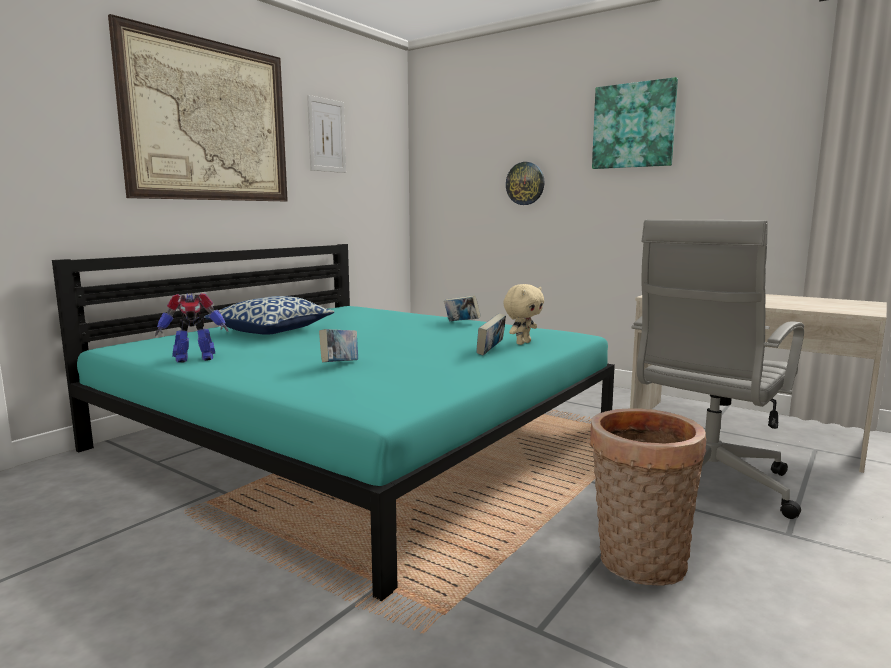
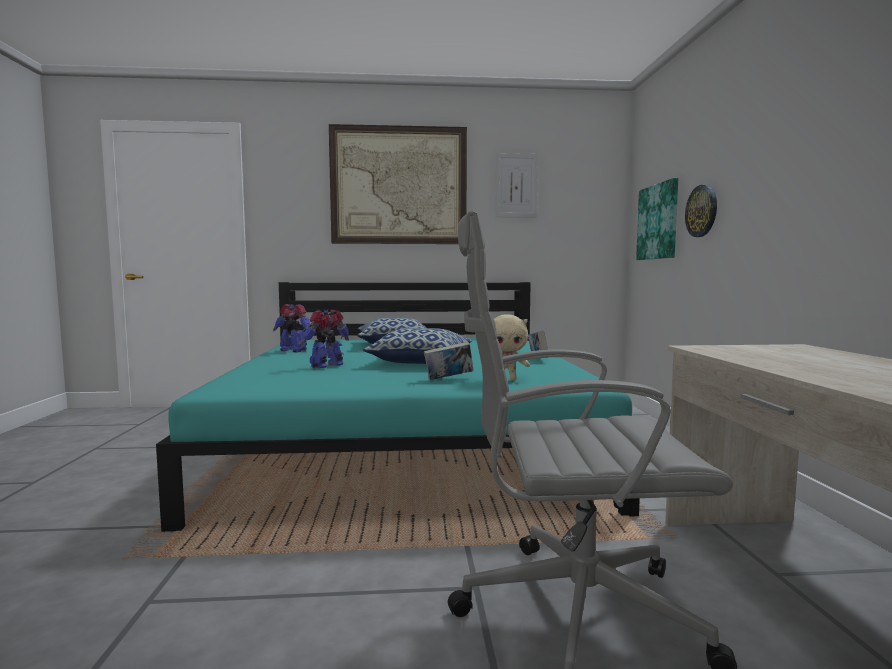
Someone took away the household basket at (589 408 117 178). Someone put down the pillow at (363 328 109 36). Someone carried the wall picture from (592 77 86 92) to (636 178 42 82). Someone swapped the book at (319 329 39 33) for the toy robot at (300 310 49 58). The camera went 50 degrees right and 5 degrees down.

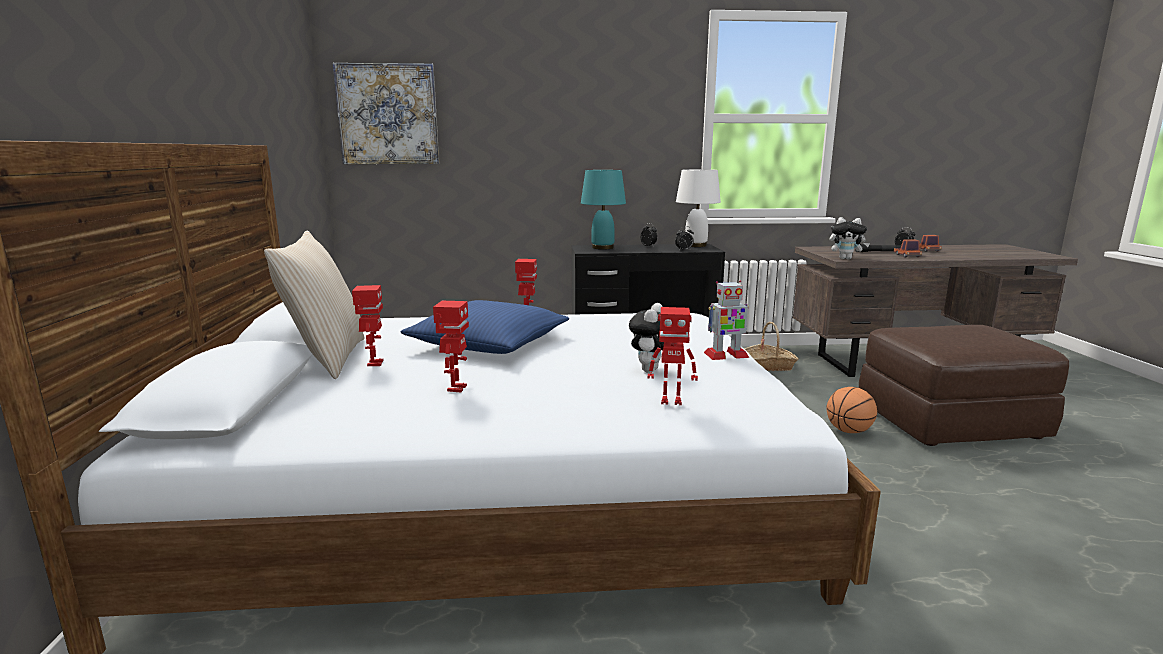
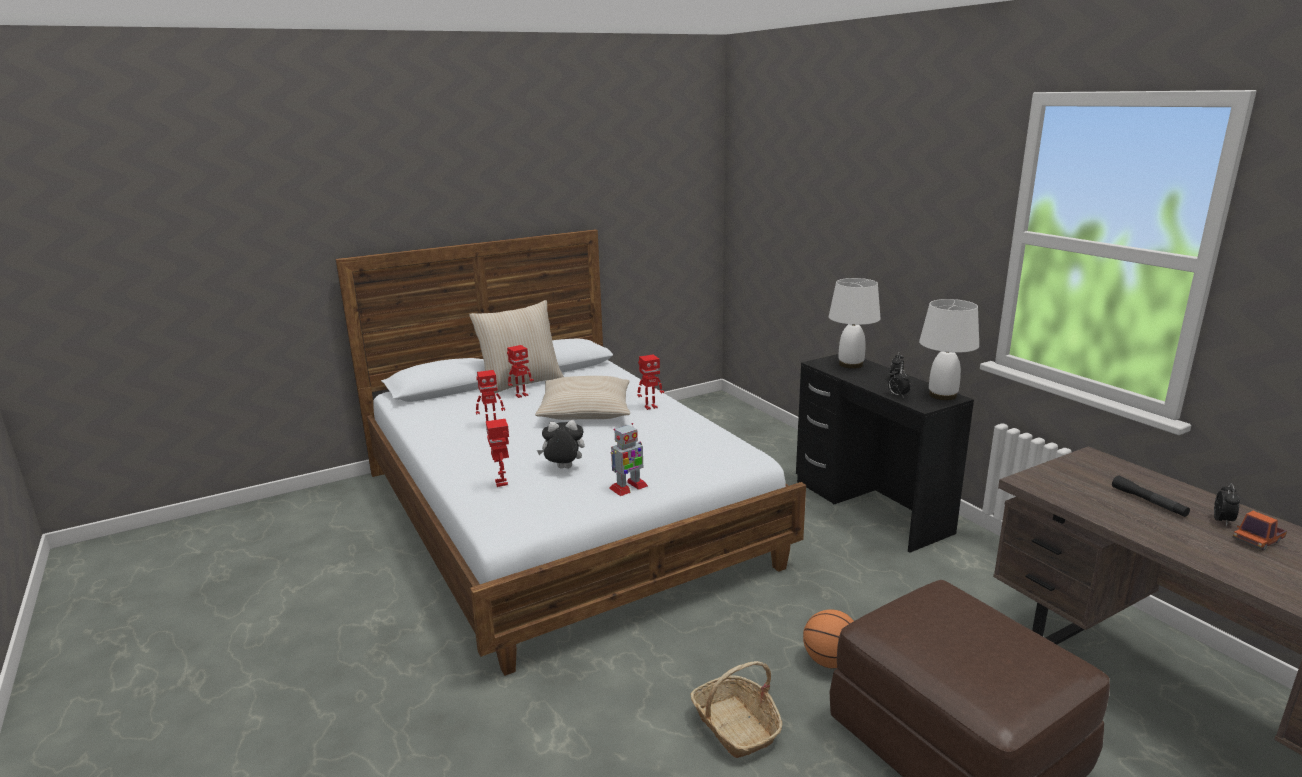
Someone took away the wall picture at (333 63 106 101). Someone took away the plush toy at (829 217 41 43). Someone took away the toy truck at (894 239 28 18). Someone carried the household basket from (744 322 55 49) to (690 661 93 97). Someone repainted the pillow/blue at (401 300 168 54), which became the pillow/beige at (535 376 95 44). Someone repainted the tabletop lamp/blue-green at (581 170 45 80), which became the tabletop lamp/whitish at (829 278 51 91). Someone rotated the toy robot at (704 280 45 80) by 90 degrees counterclockwise. The camera went 65 degrees right and 5 degrees up.

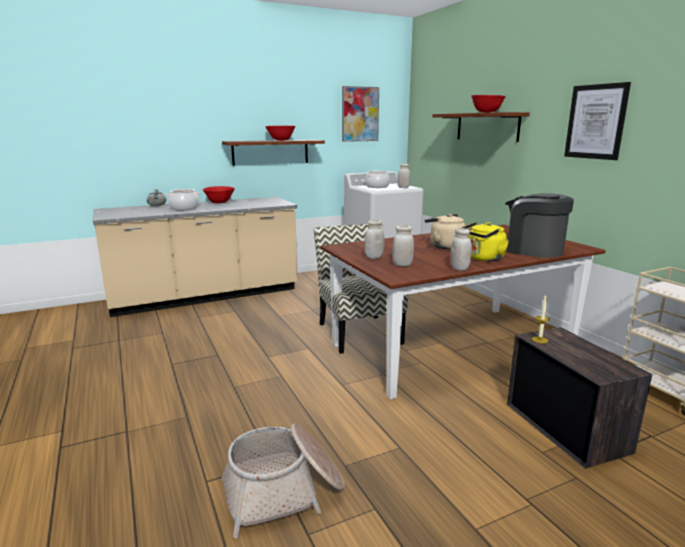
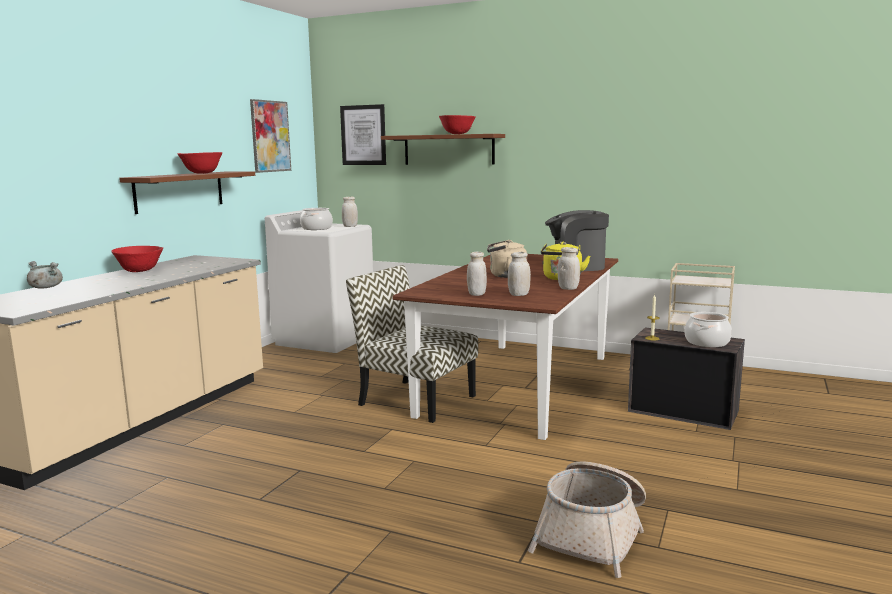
Someone carried the cooking pot from (166 189 34 21) to (684 312 48 35). Someone carried the wall picture from (564 82 67 78) to (340 104 46 61). The camera went 40 degrees left and 5 degrees down.

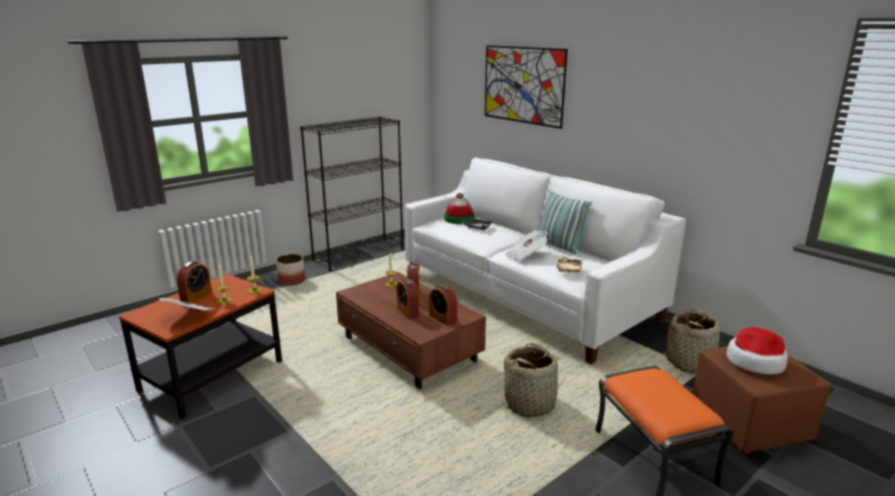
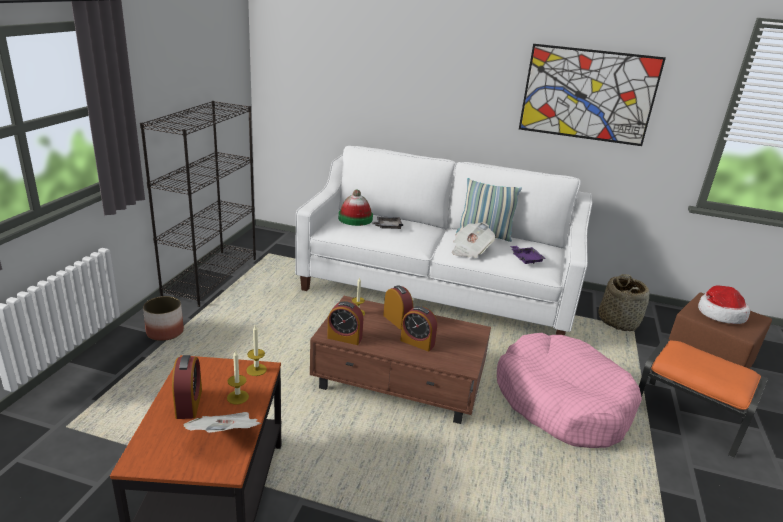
Someone carried the table clock from (429 284 28 42) to (327 301 36 44). Someone carried the wall picture from (485 45 83 84) to (519 44 147 102). Someone swapped the household basket at (501 343 65 74) for the dog cushion/pink at (497 333 145 115). Someone repainted the tray/beige at (557 256 26 17), which became the tray/purple-coloured at (510 246 36 18). The camera went 35 degrees left and 5 degrees up.

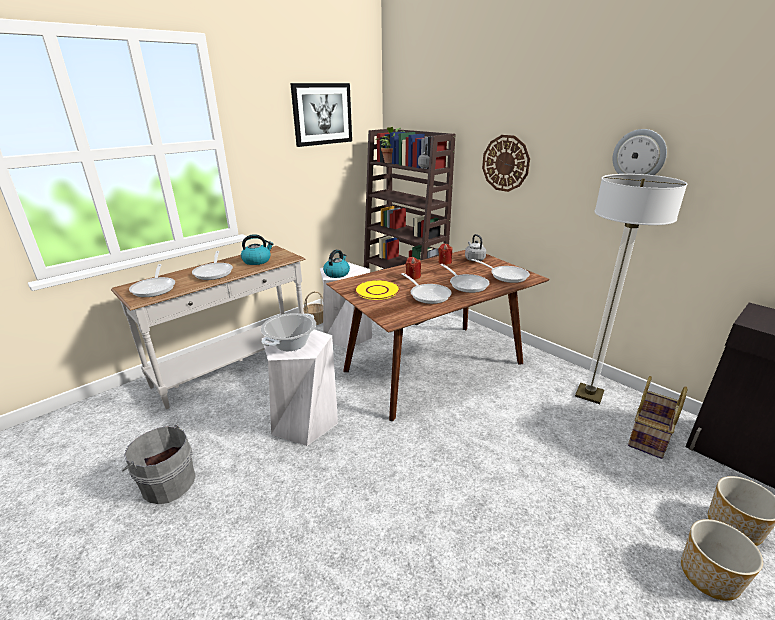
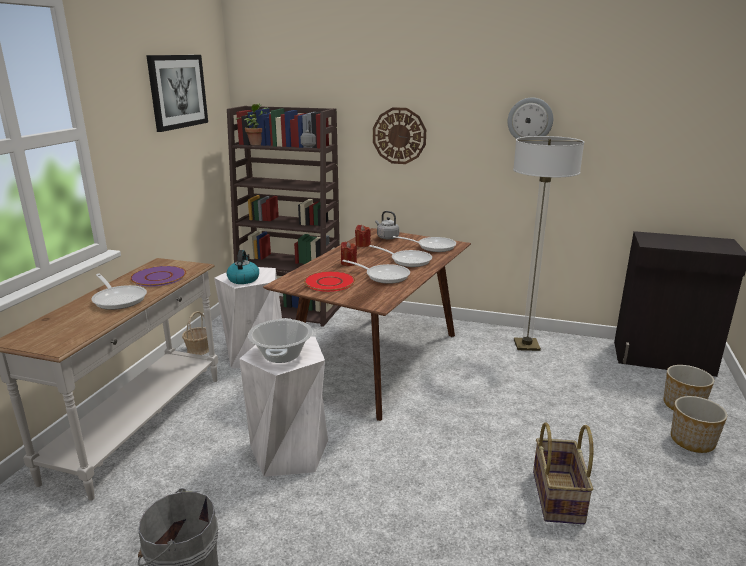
Someone took away the pan at (129 264 46 33). Someone carried the household basket from (628 376 60 83) to (533 423 60 101). Someone swapped the tea kettle at (241 234 33 31) for the flat dish/purple-coloured at (130 266 56 21). Someone repainted the flat dish/yellow-coloured at (355 280 45 20), which became the flat dish/red-coloured at (304 271 51 21). The camera went 30 degrees left and 5 degrees down.

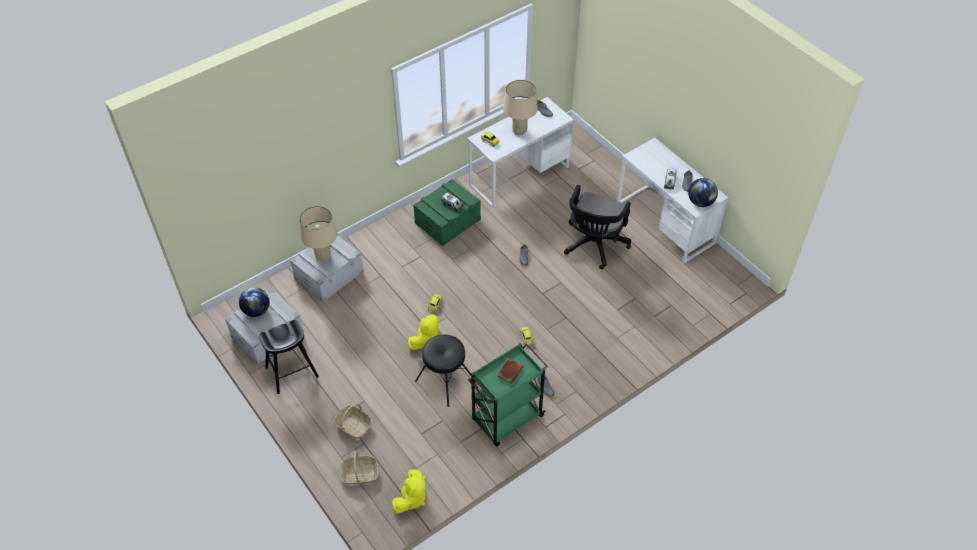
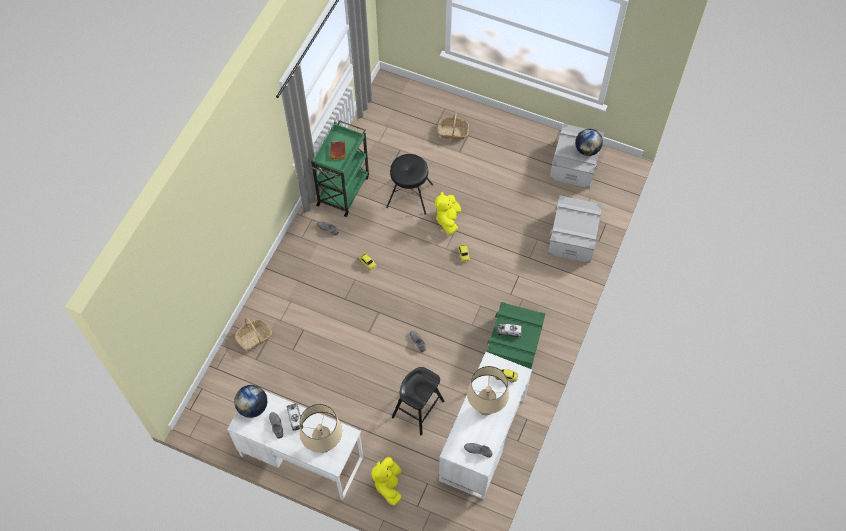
Someone took away the office chair/black at (564 185 67 84). Someone carried the stool/black from (259 319 60 75) to (392 367 52 69). Someone carried the tabletop lamp/beige from (300 206 37 55) to (300 404 42 49). Someone carried the household basket from (340 451 39 33) to (235 318 37 33). Someone carried the plush toy/yellow-coloured from (392 469 33 45) to (372 457 30 48). The camera went 150 degrees right and 10 degrees up.

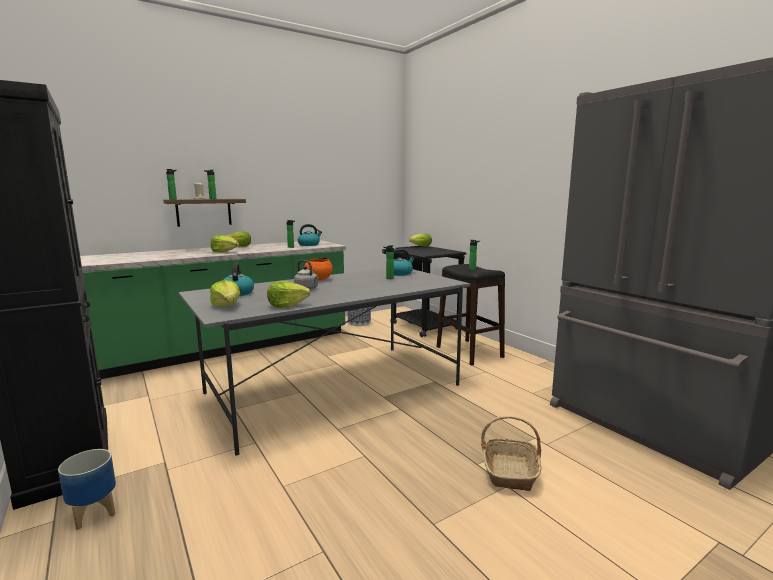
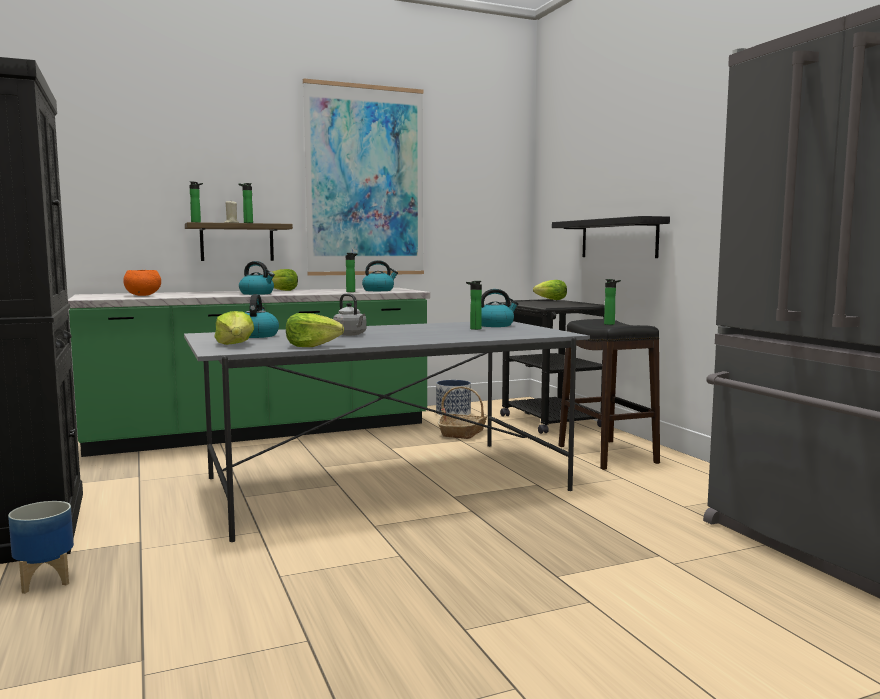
Someone put up the wall picture at (303 79 121 197). Someone put up the shelf/black at (552 216 118 42). Someone carried the bowl/orange-coloured from (304 259 29 22) to (123 270 38 26). Someone carried the household basket from (481 416 61 75) to (438 387 49 52). Someone swapped the lettuce head at (211 235 28 17) for the tea kettle at (239 261 36 34). The camera went 10 degrees right and 5 degrees down.

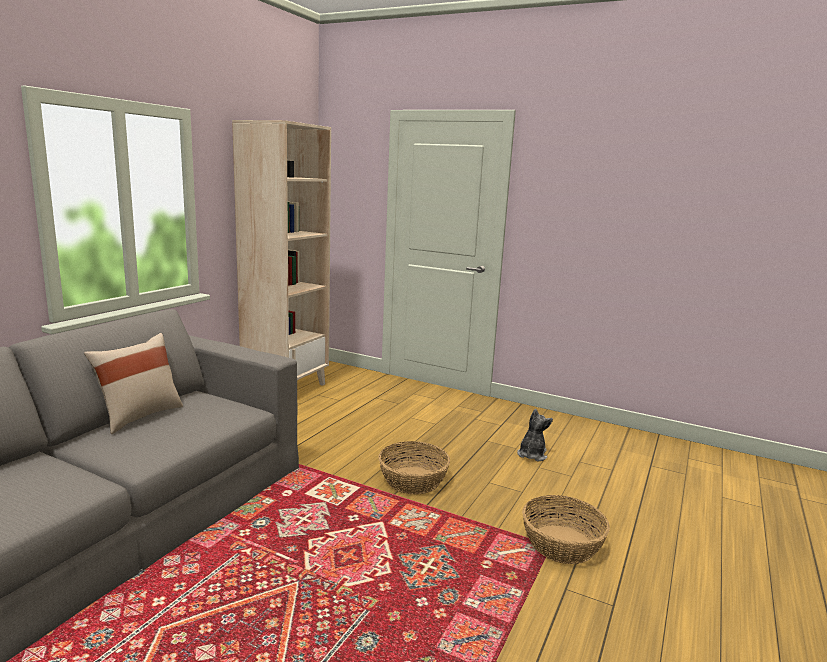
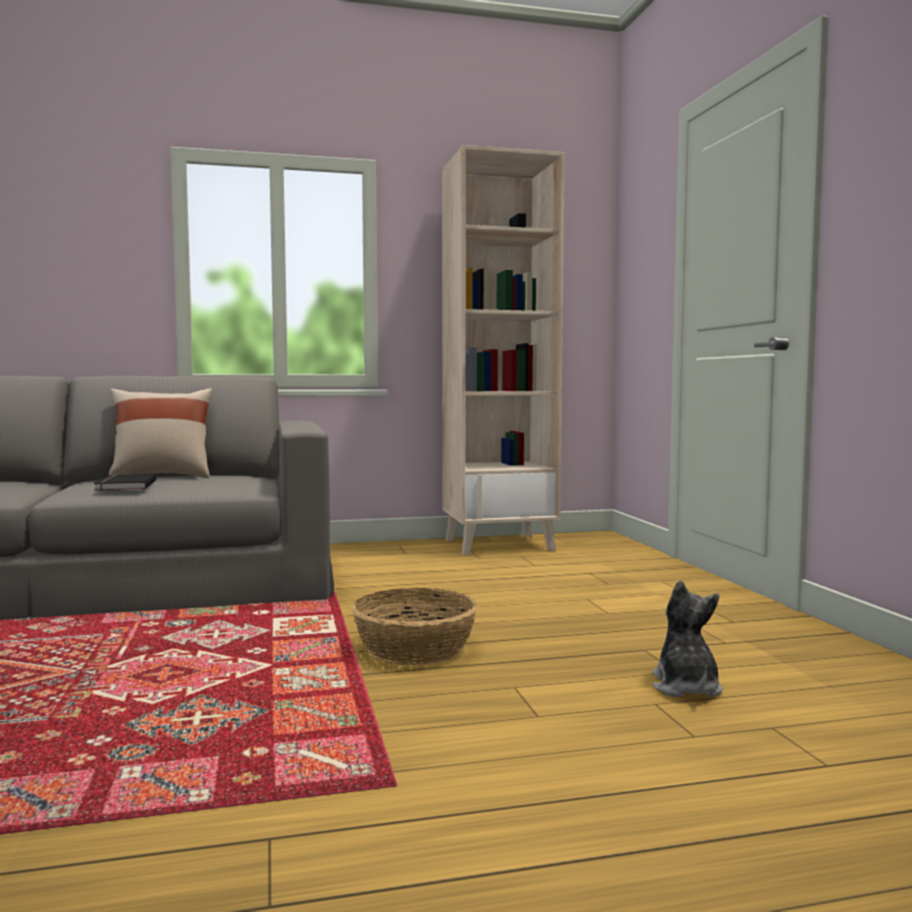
Someone took away the household basket at (522 495 88 69). Someone put down the book/black at (94 474 62 17). Someone rotated the plush toy at (517 409 36 52) by 75 degrees counterclockwise. The camera went 50 degrees right and 10 degrees down.

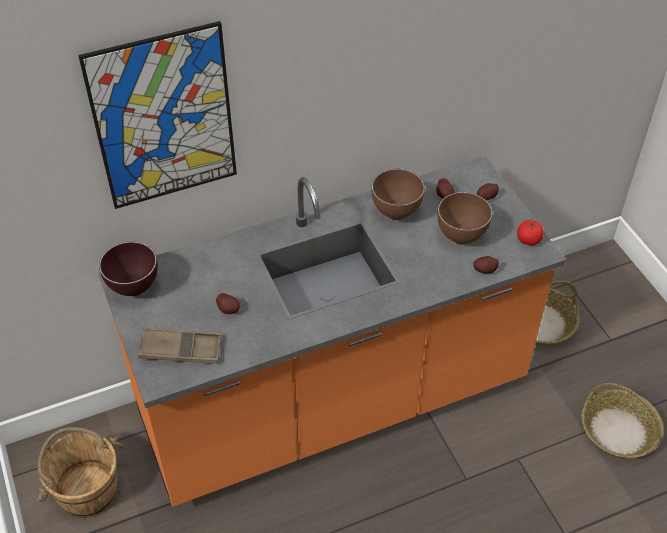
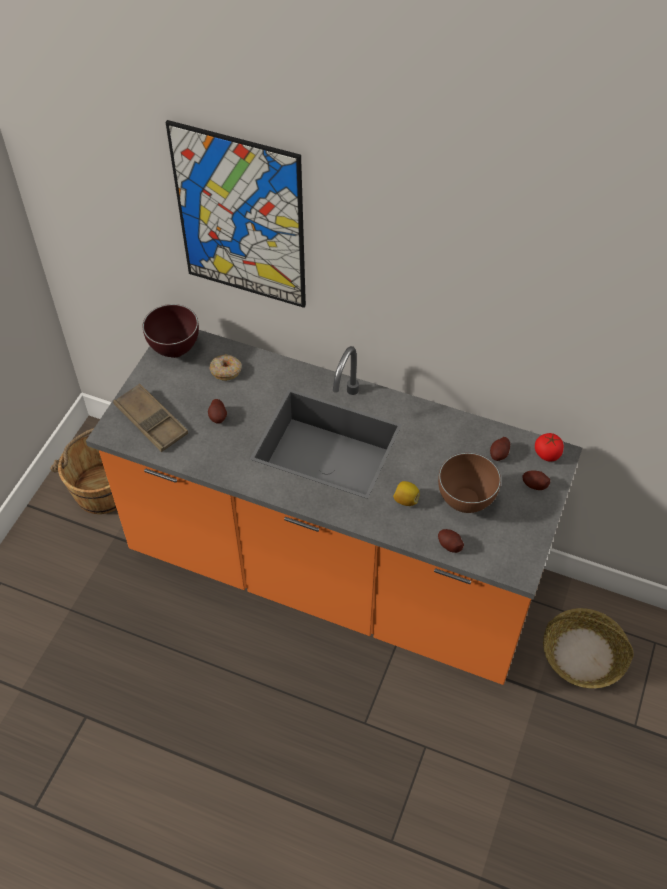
Someone took away the bowl/brown at (371 169 54 51). Someone took away the household basket at (581 383 82 75). Someone put down the donut at (209 354 33 27). Someone put down the lemon at (393 481 27 25). Someone carried the tomato from (517 220 27 25) to (535 433 29 29). The camera went 45 degrees right and 5 degrees up.

